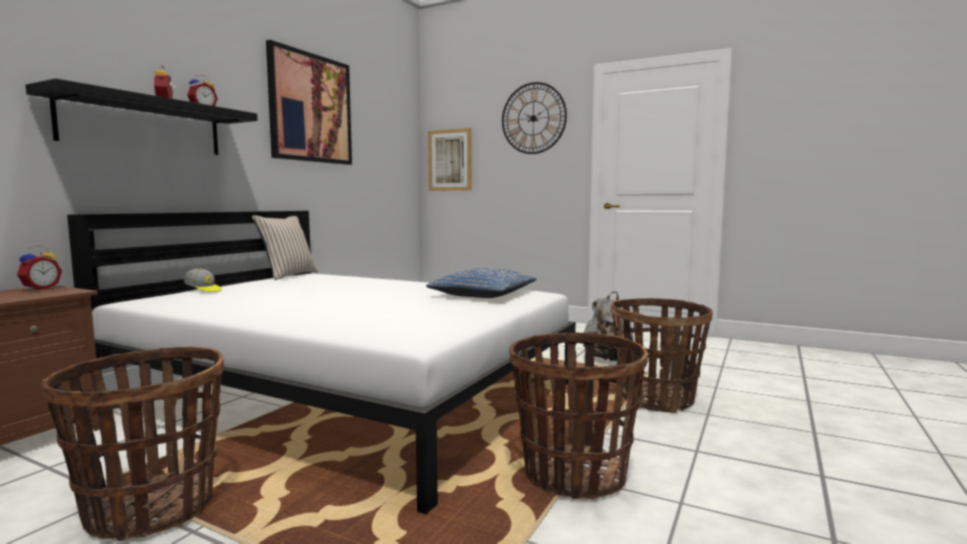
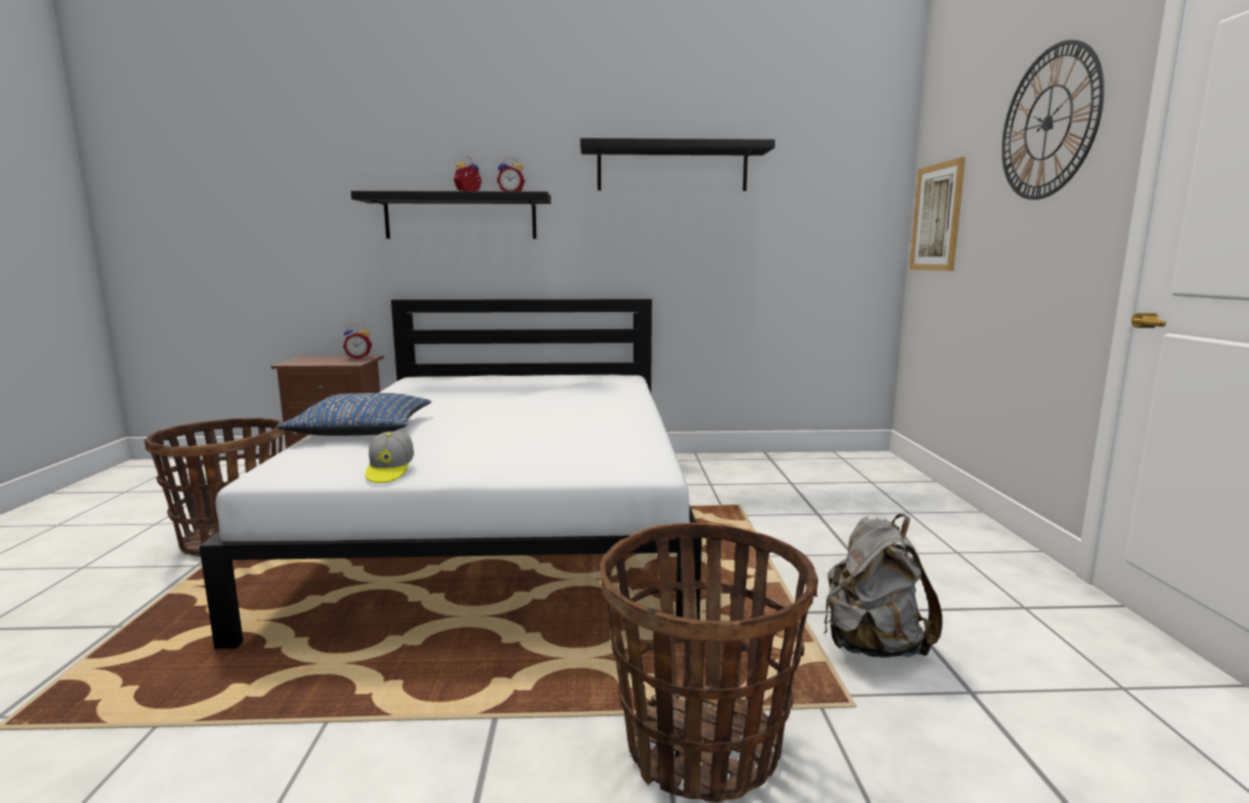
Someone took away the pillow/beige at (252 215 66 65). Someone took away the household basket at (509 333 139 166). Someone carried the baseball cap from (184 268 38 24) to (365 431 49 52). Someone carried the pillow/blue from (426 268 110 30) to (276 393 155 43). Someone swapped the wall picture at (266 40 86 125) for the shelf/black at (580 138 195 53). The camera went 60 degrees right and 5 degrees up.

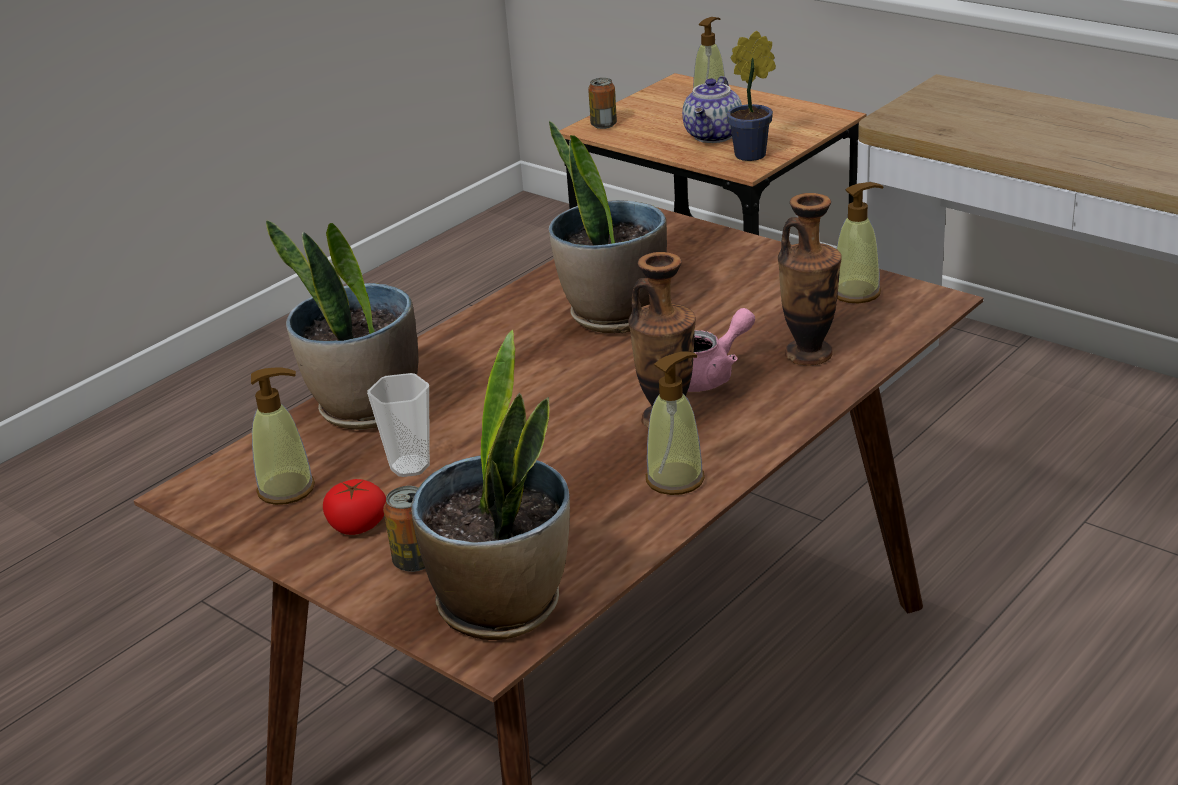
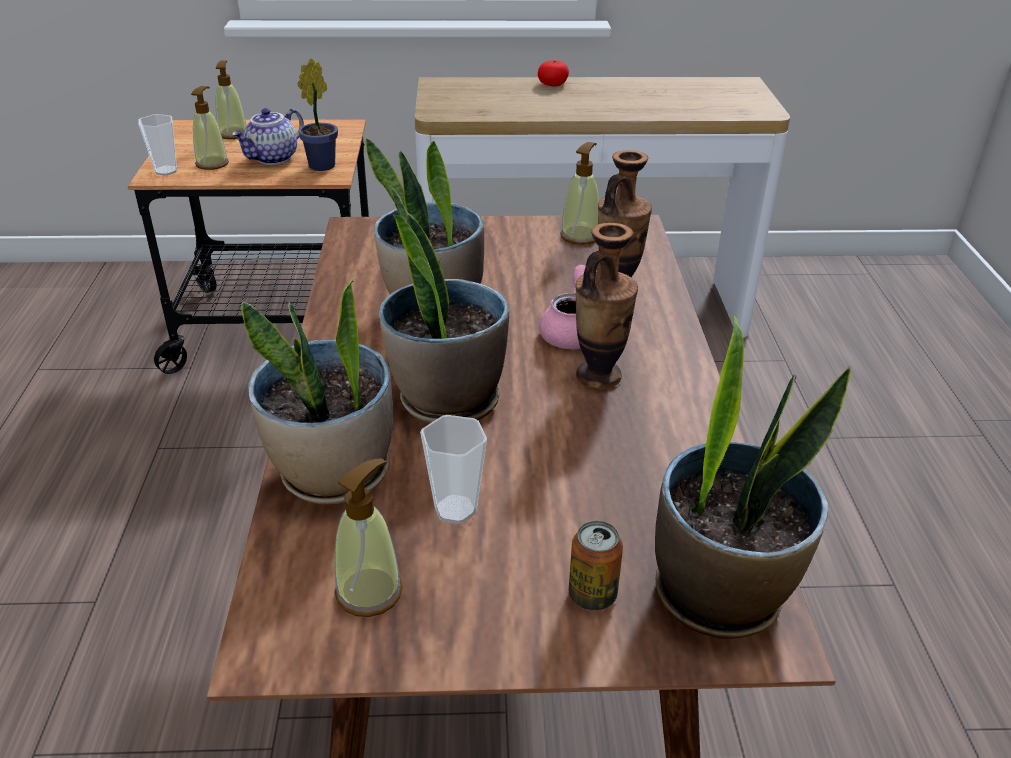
Someone put down the potted plant at (379 189 130 235). Someone carried the tomato from (323 479 63 56) to (538 60 31 26). Someone carried the soap dispenser from (646 352 59 143) to (191 86 38 84). Someone swapped the metal can at (588 78 29 51) for the cup at (138 114 39 61). Someone rotated the pot for tea at (682 76 60 67) by 60 degrees clockwise. The camera went 45 degrees left and 5 degrees up.

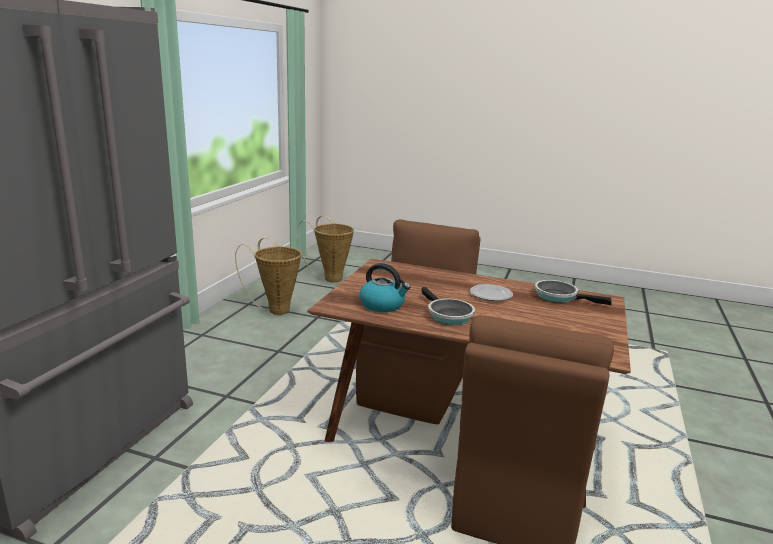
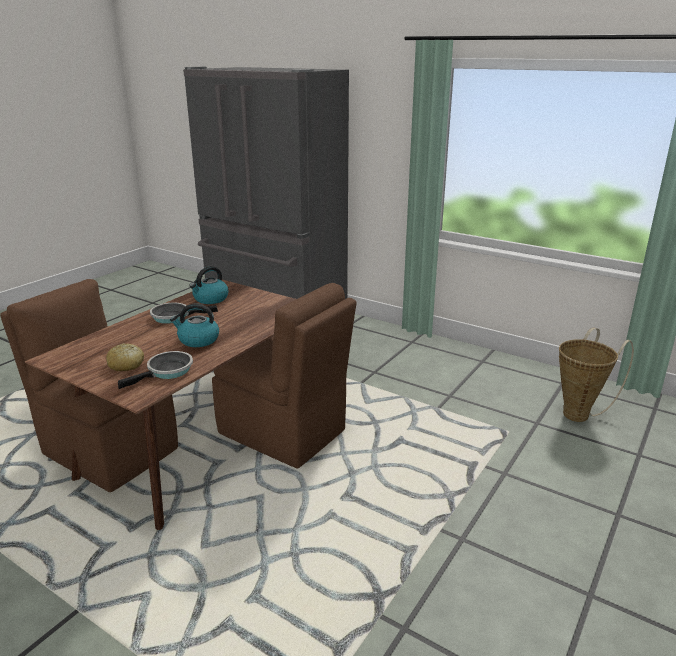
Someone took away the household basket at (235 237 66 78). Someone put down the baked bread at (106 343 38 28). Someone swapped the flat dish at (470 284 43 17) for the tea kettle at (170 304 49 43). The camera went 105 degrees right and 5 degrees up.

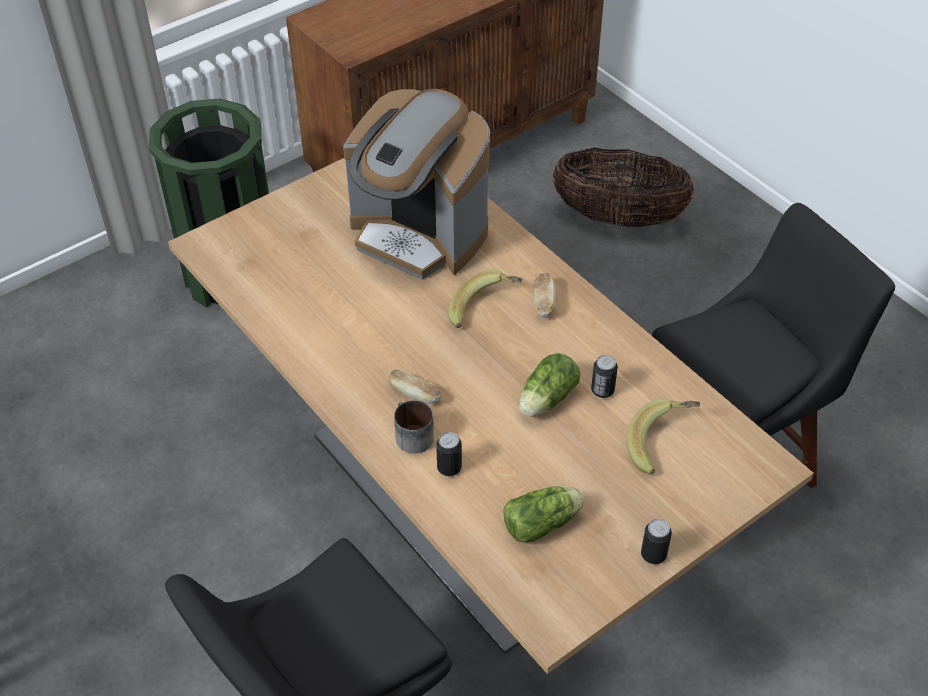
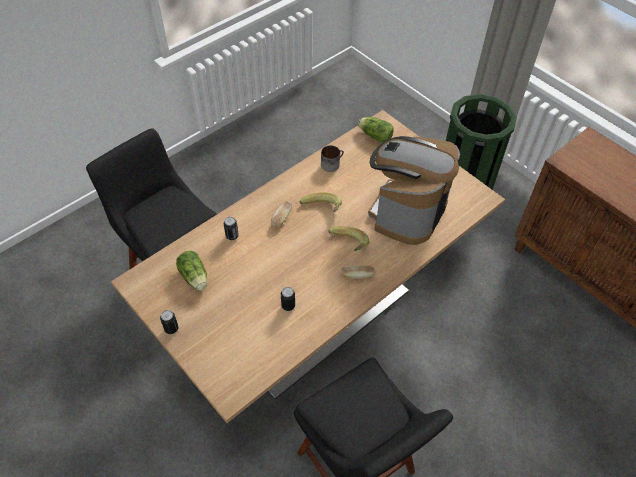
Someone took away the household basket at (553 148 142 79). Someone carried the tea mug from (394 400 40 54) to (321 145 23 27). Someone carried the lettuce head from (519 353 61 64) to (358 117 36 26). Someone carried the whole banana from (627 399 73 76) to (299 192 43 20). The camera went 85 degrees right and 5 degrees up.

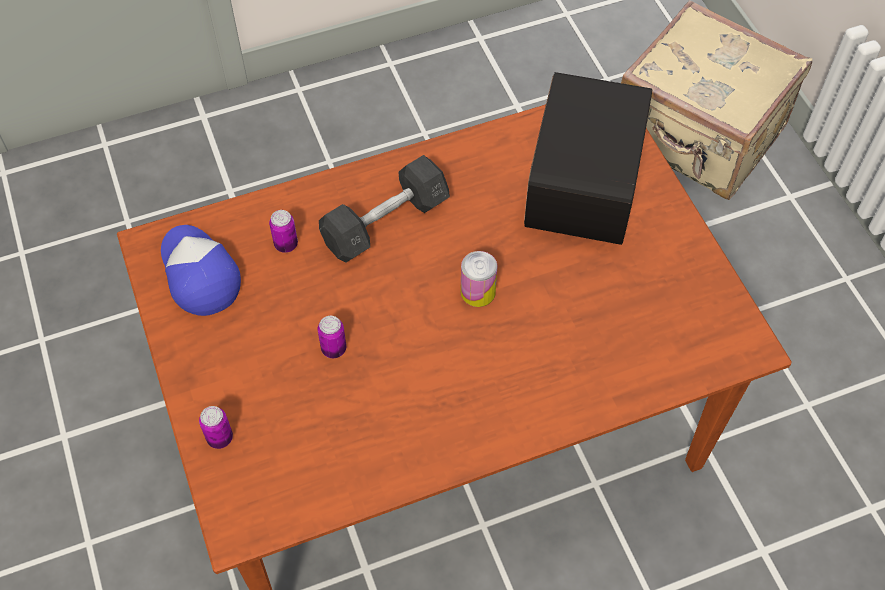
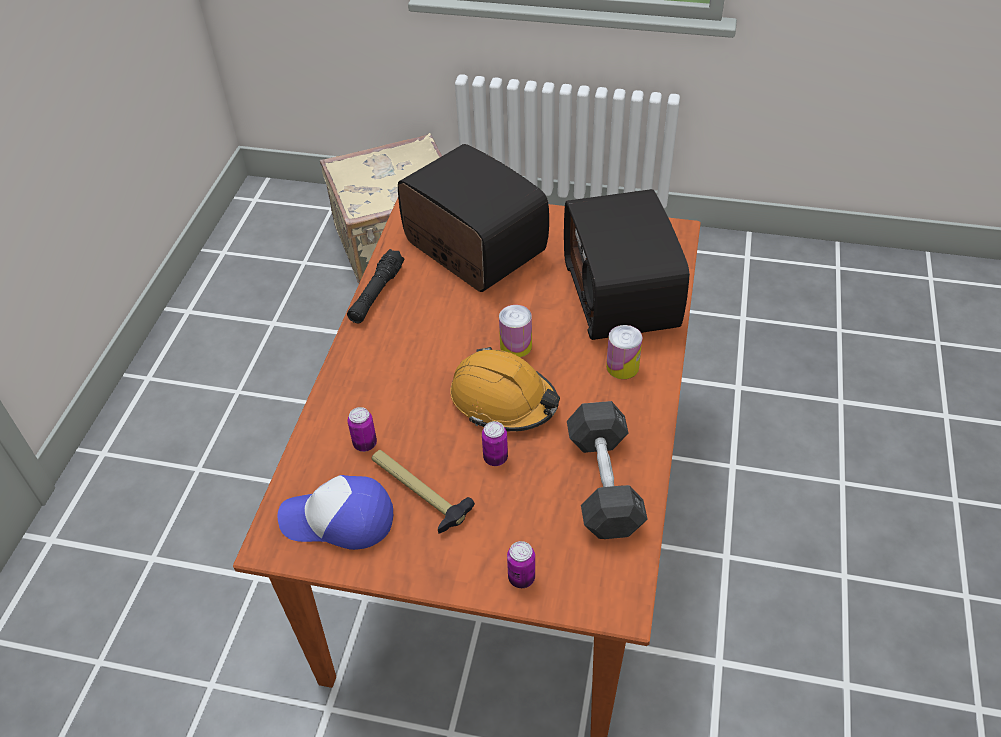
Someone put down the hand torch/black at (347 249 57 74). Someone put down the tool hammer at (372 450 103 84). Someone put down the work helmet/orange-coloured at (450 347 110 85). Someone put down the radio at (564 189 126 151). Someone put down the metal can at (606 325 36 54). Someone carried the hand weight/grey from (319 155 131 108) to (567 401 81 138). The camera went 55 degrees left and 10 degrees down.

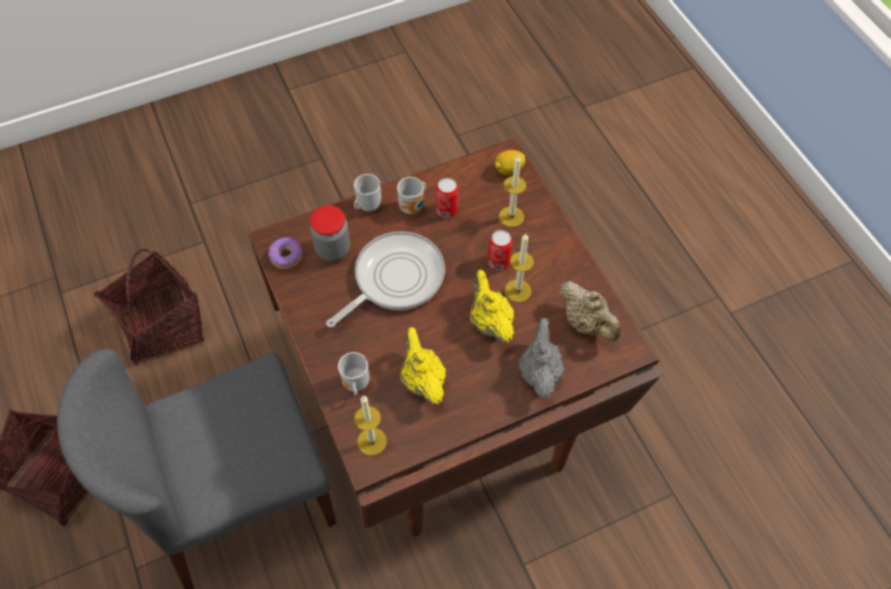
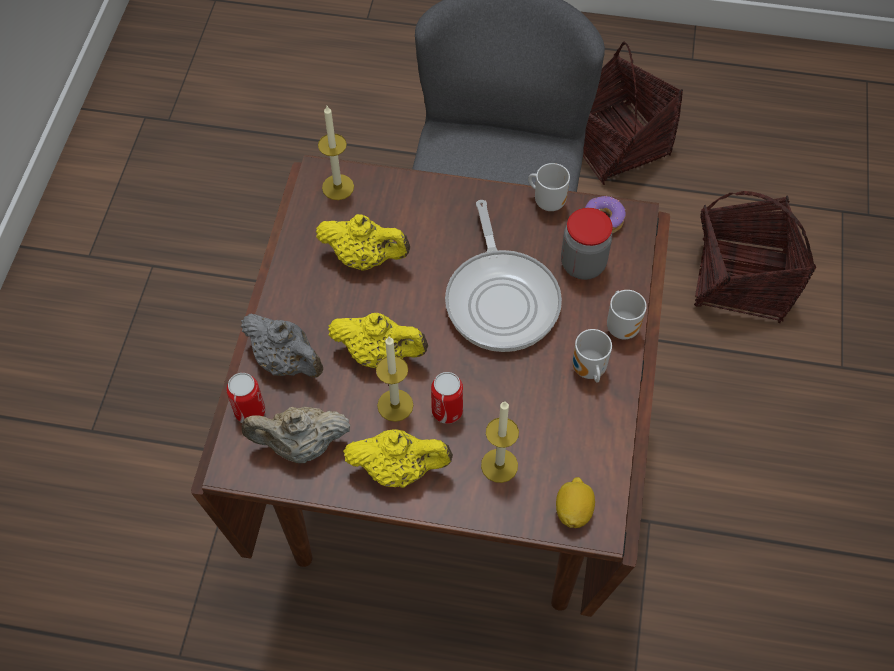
Someone put down the pot for tea/yellow-coloured at (343 429 110 59). Someone carried the tea mug from (338 352 32 44) to (528 163 42 48). Someone carried the metal can from (436 178 22 40) to (227 373 38 50). The camera went 125 degrees right and 0 degrees up.

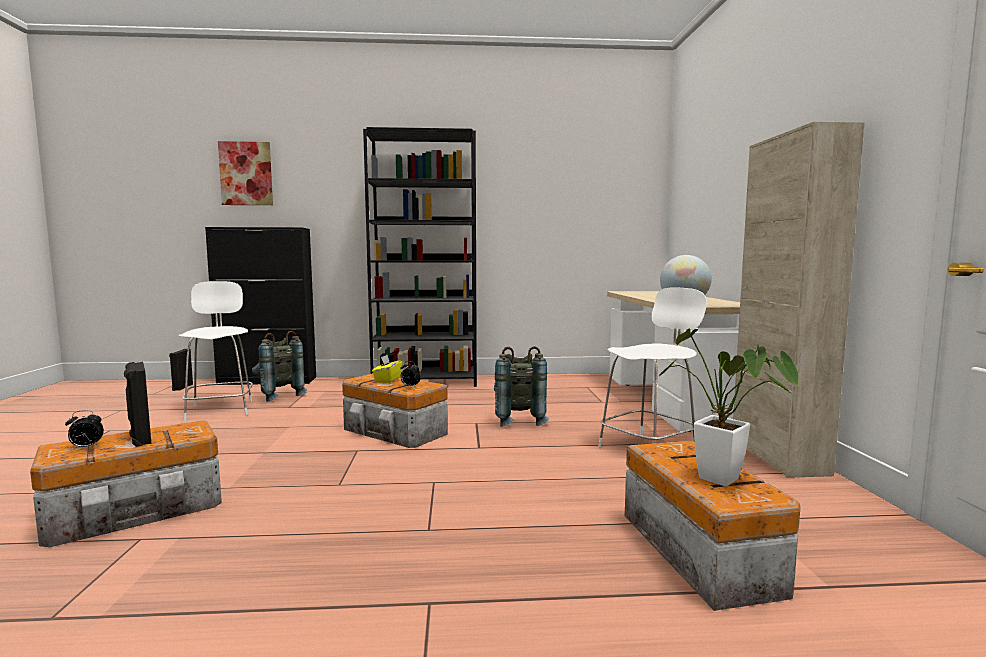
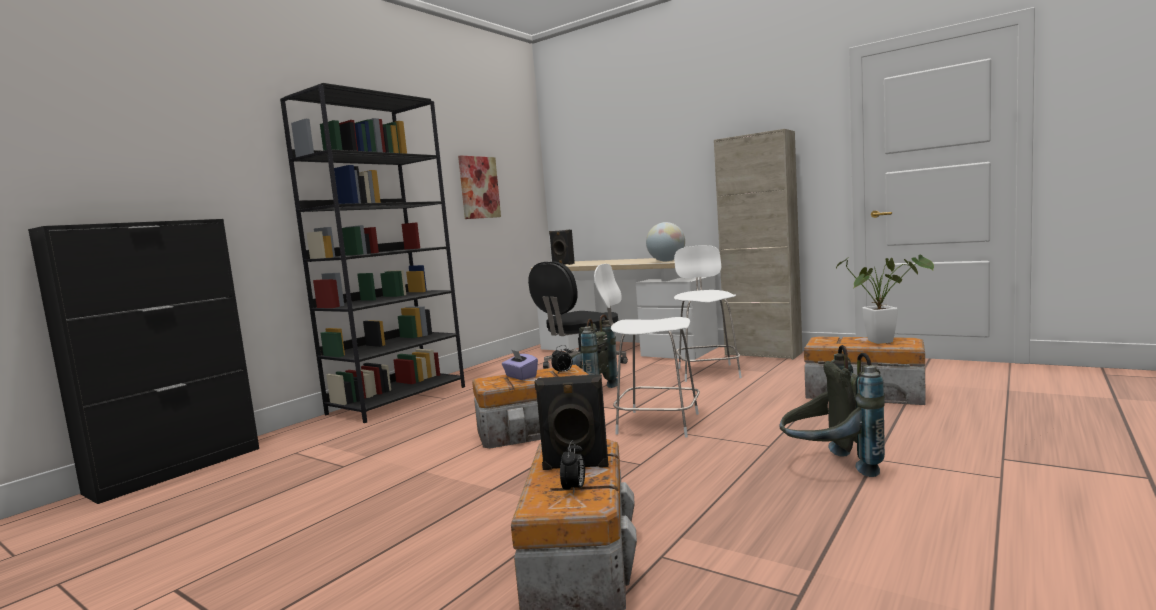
Someone put down the office chair/black at (528 261 100 113). Someone carried the speaker/black from (169 349 24 42) to (549 230 26 35). Someone carried the upright chair/whitish from (179 281 74 140) to (594 264 106 173). Someone carried the wall picture from (218 141 55 64) to (458 155 43 64). Someone carried the rucksack/grey from (252 331 55 71) to (779 345 106 132). Someone repainted the tissue holder/yellow-coloured at (372 355 30 28), which became the tissue holder/purple-coloured at (502 350 36 30). The camera went 50 degrees left and 0 degrees up.

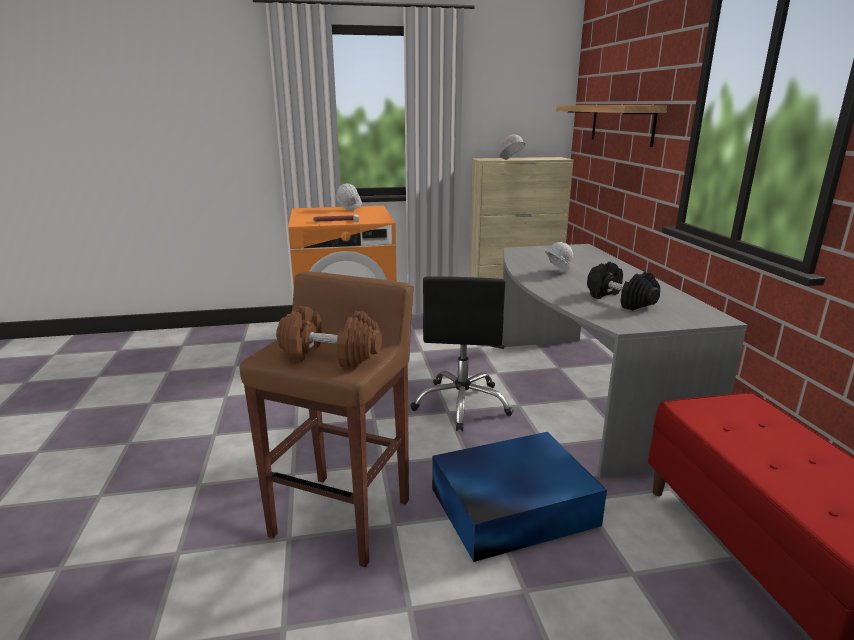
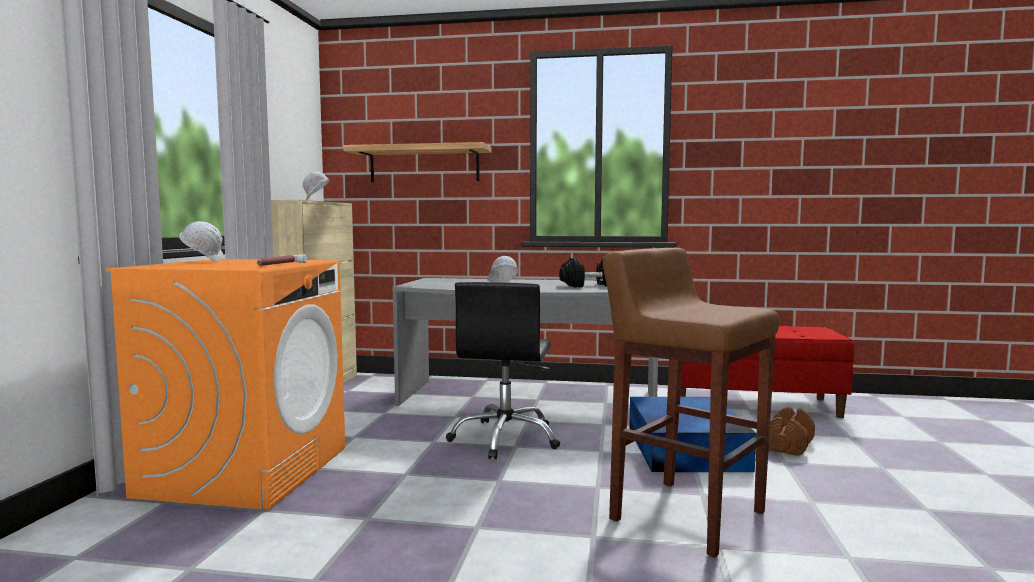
Someone carried the hand weight/brown from (276 306 106 62) to (769 406 46 50). Someone rotated the office chair/black at (410 276 104 155) by 75 degrees clockwise. The camera went 70 degrees left and 15 degrees down.

